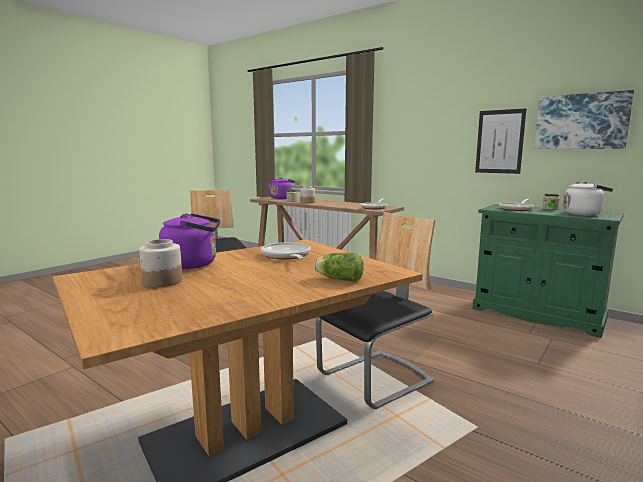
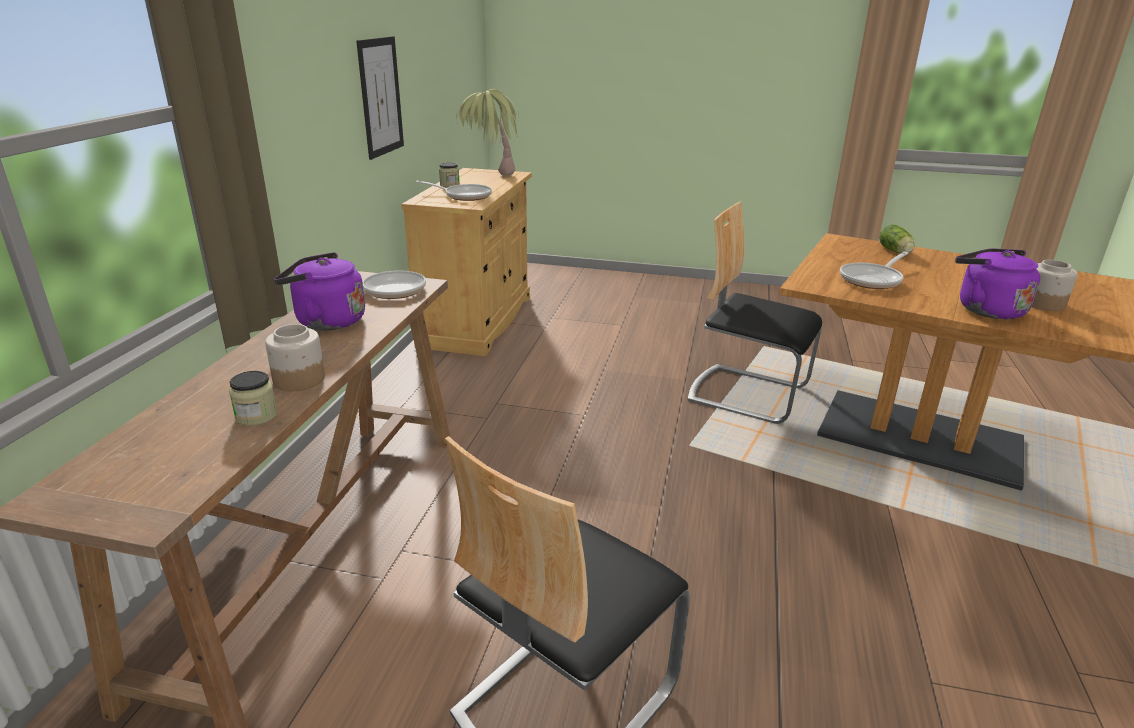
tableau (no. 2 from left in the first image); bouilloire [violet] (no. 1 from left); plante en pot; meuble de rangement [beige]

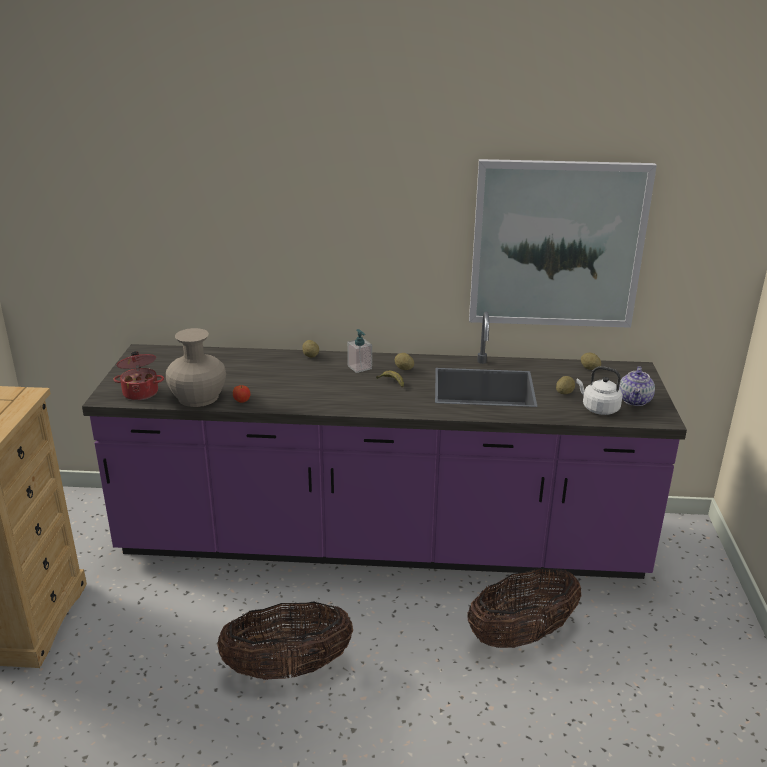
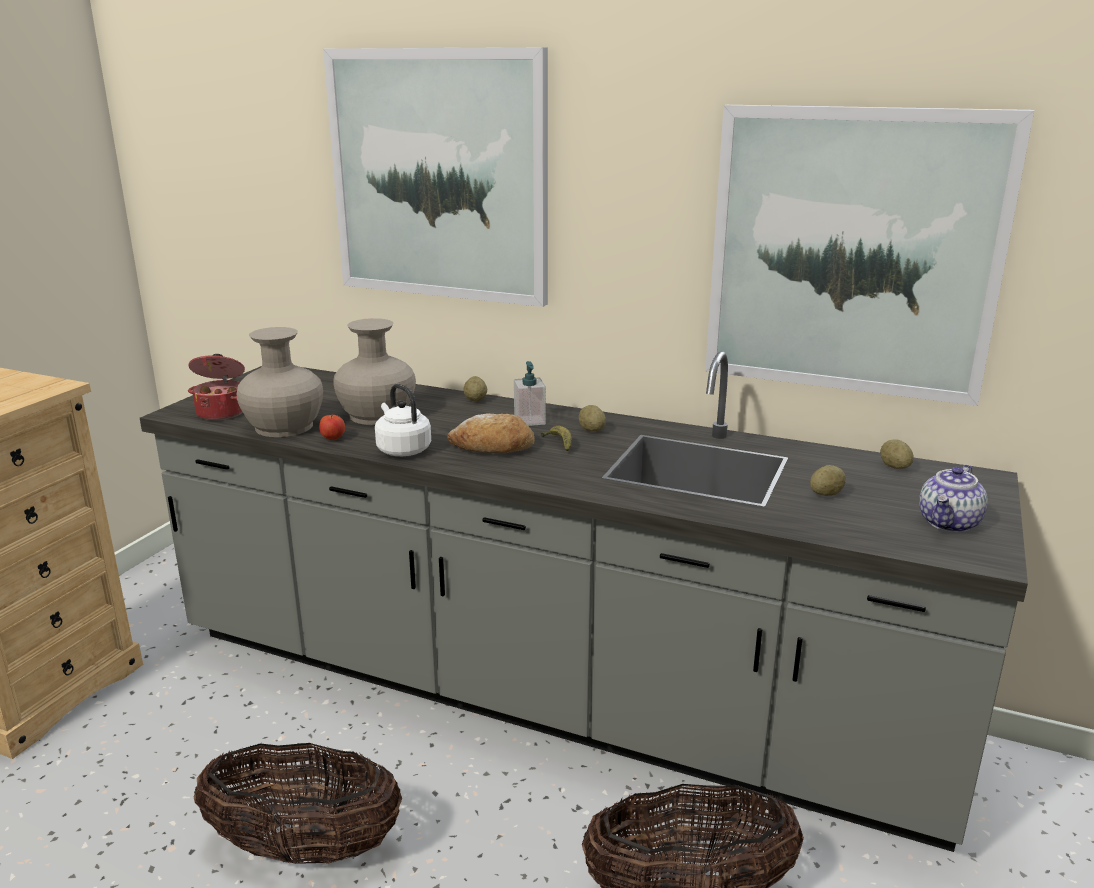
tableau (no. 1 from left); vase [beige] (no. 2 from left); pain; bouilloire [blanc]; comptoir de cuisine [gris]

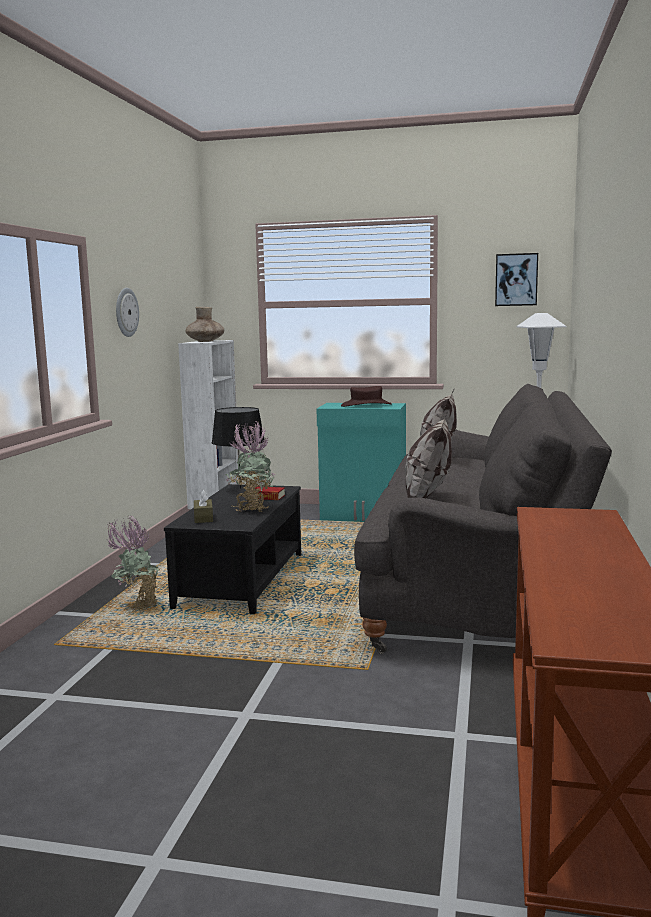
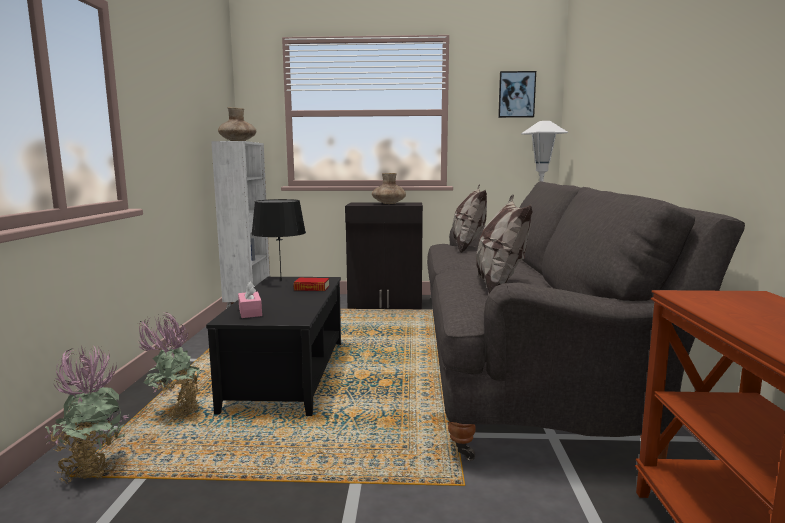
horloge murale; plante en pot (no. 1 from left); vase [marron] (no. 2 from left); boîte à mouchoirs [rose]; meuble de rangement [noir]

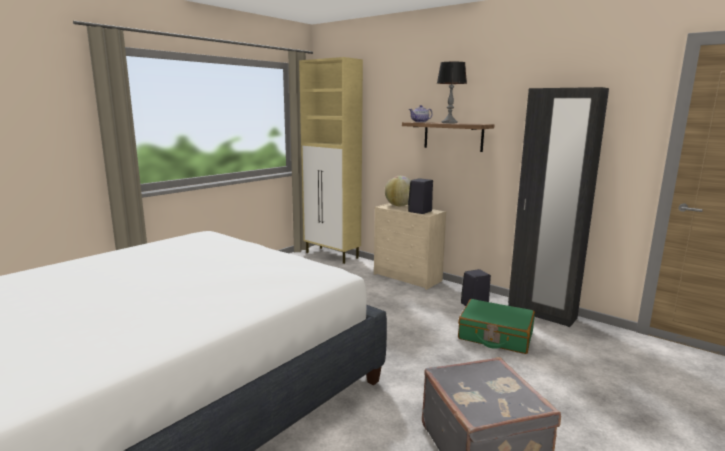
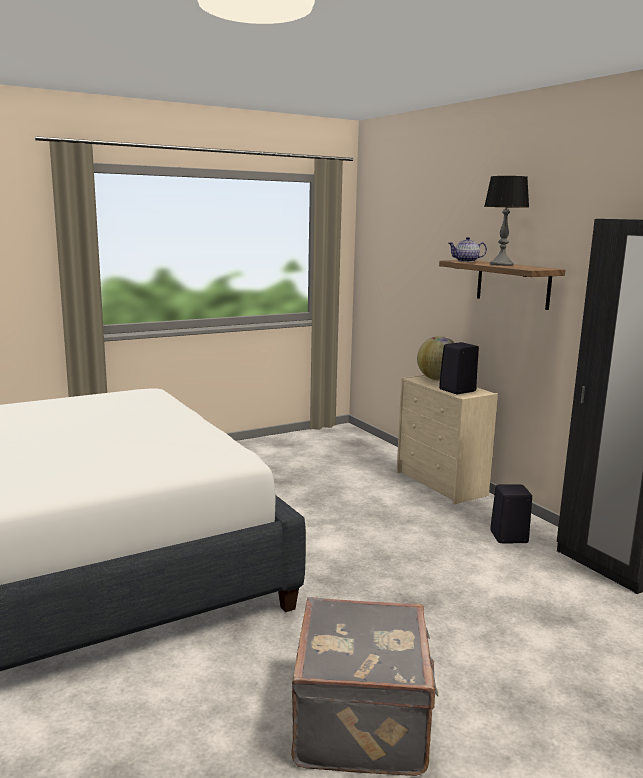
meuble de rangement [beige]; valise [vert]

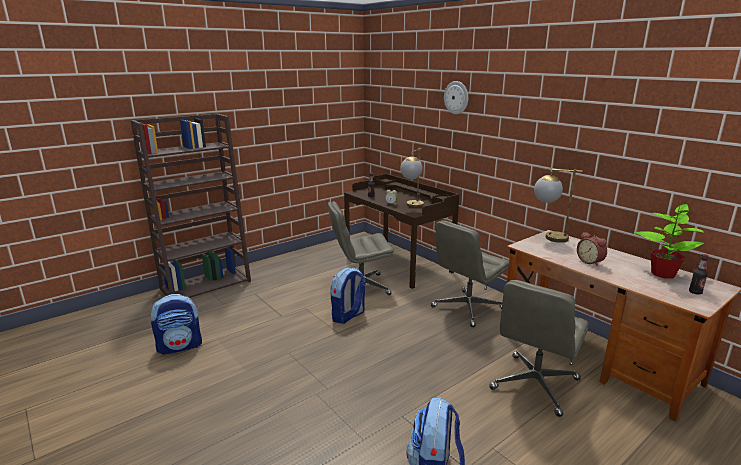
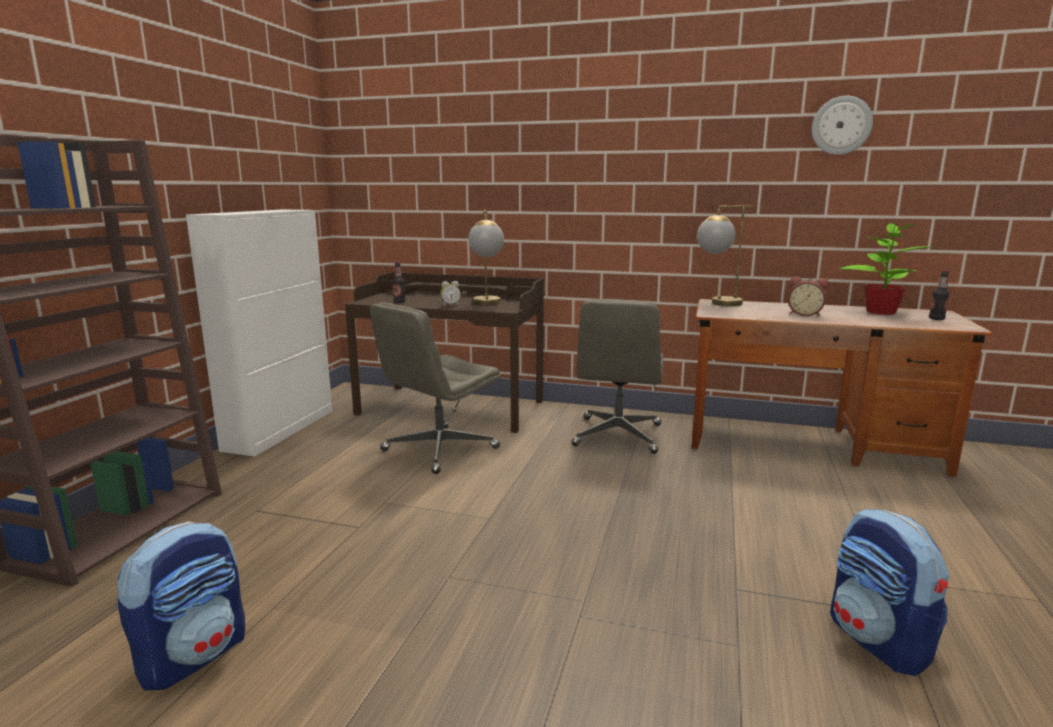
sac à dos (no. 2 from left in the first image); chaise de bureau [gris] (no. 3 from left in the first image); meuble de rangement [blanc]; horloge murale

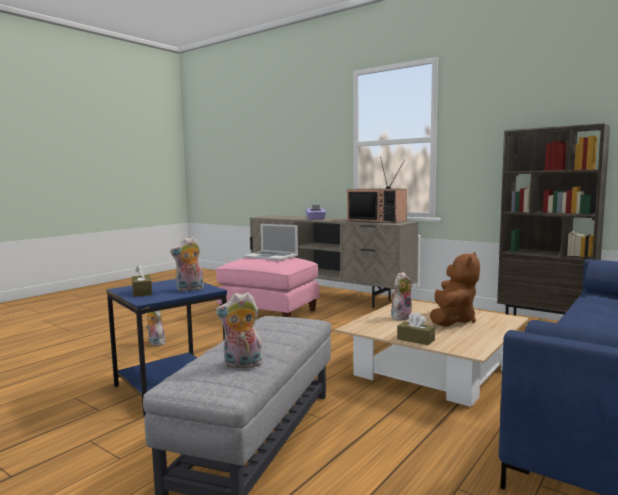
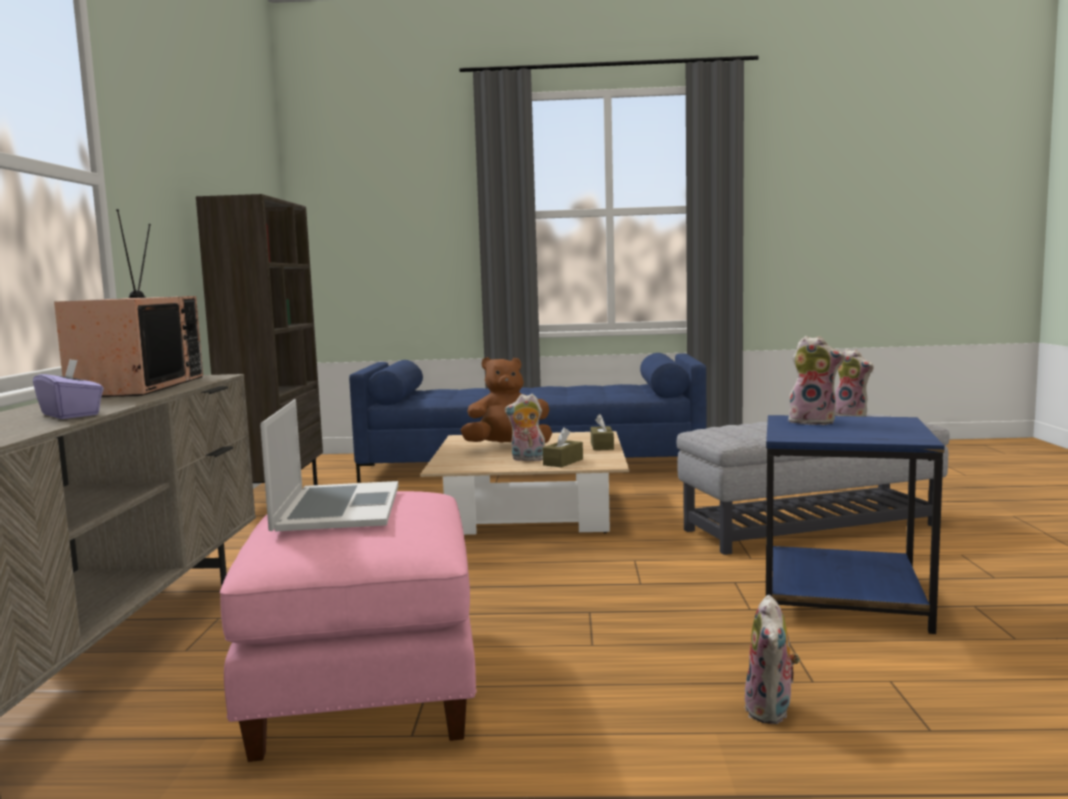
boîte à mouchoirs [marron] (no. 1 from left)

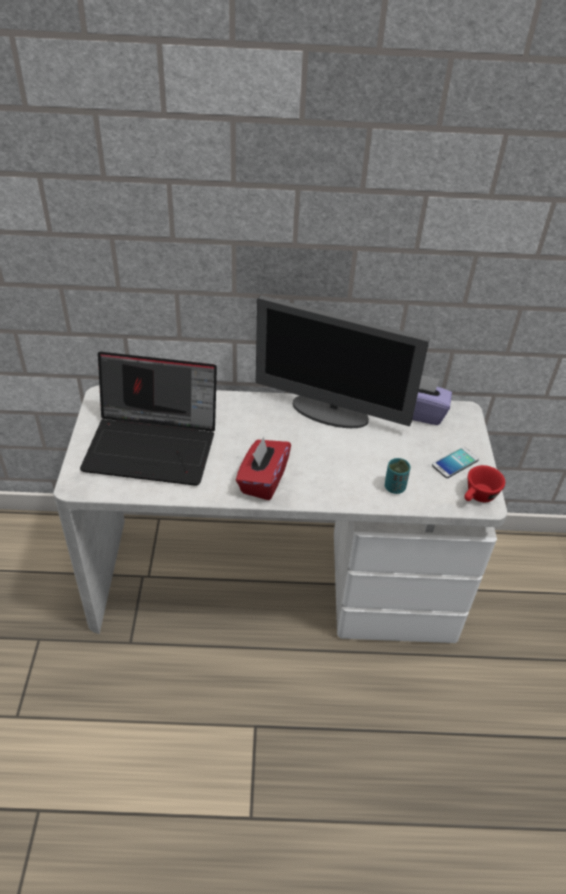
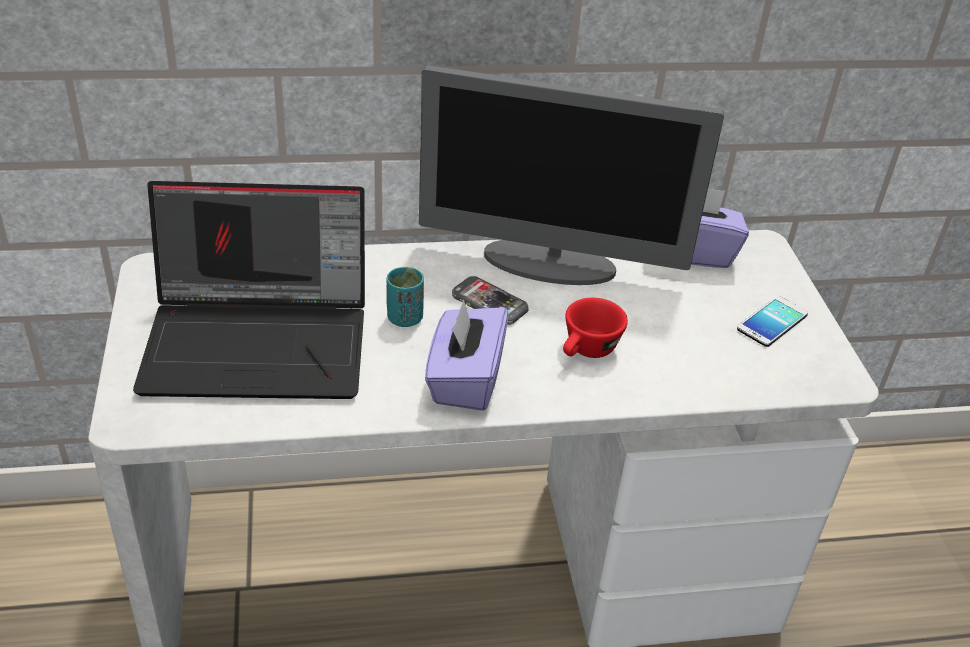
téléphone (no. 1 from left); tasse [turquoise]; tasse [rouge]; boîte à mouchoirs [violet] (no. 1 from left)

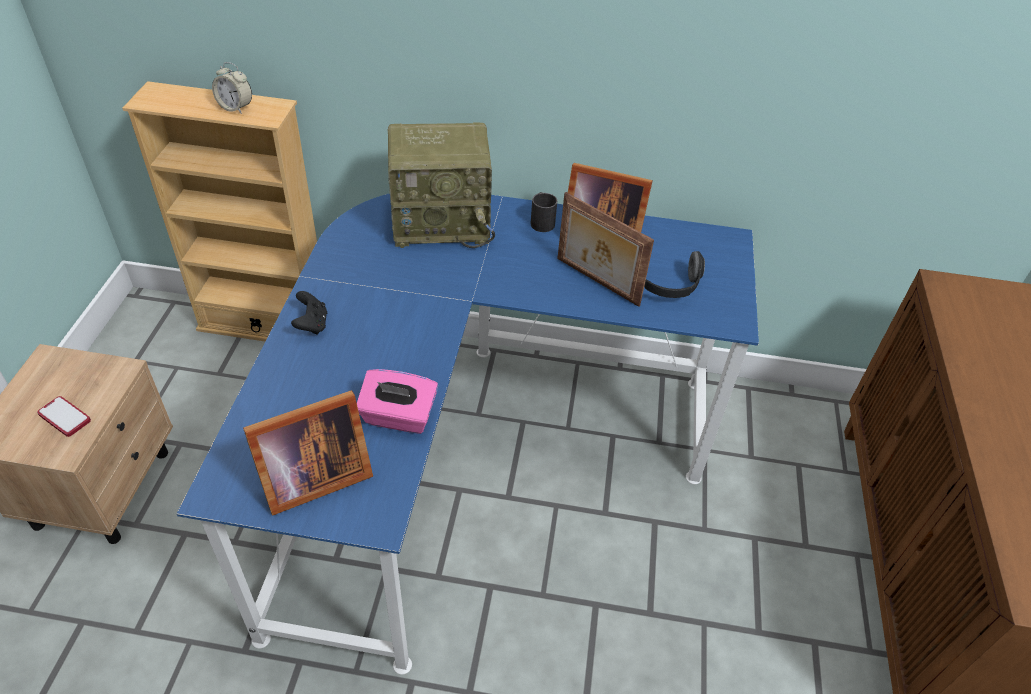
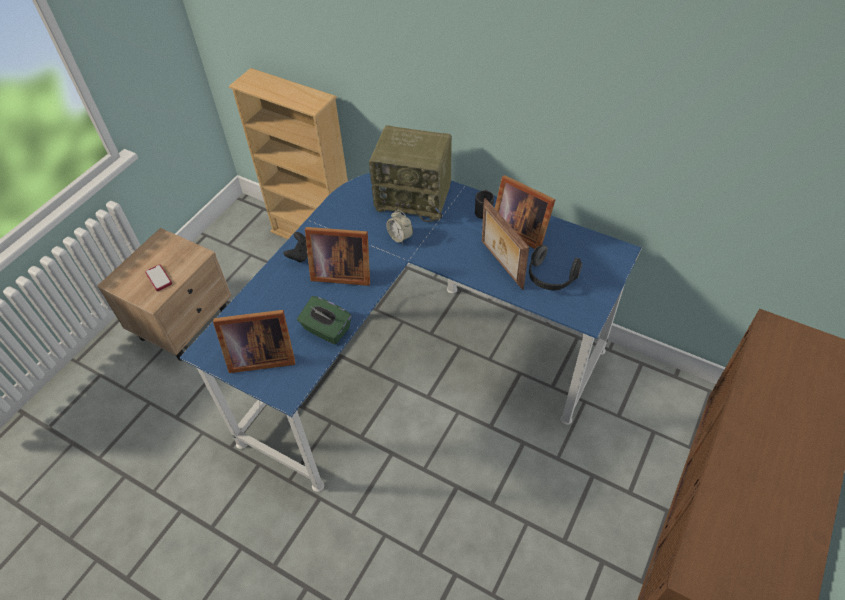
cadre photo (no. 2 from left); réveil; boîte à mouchoirs [vert]

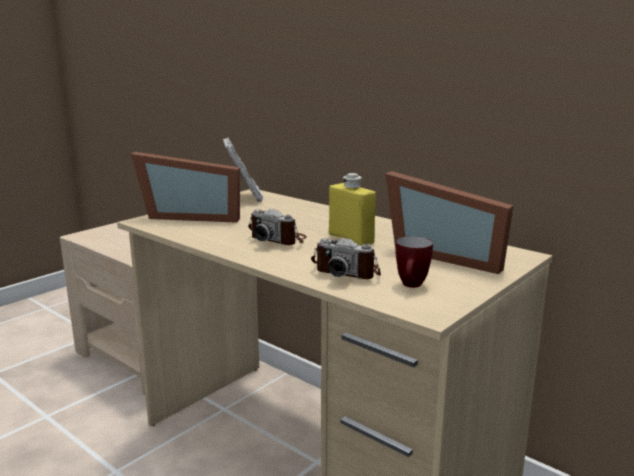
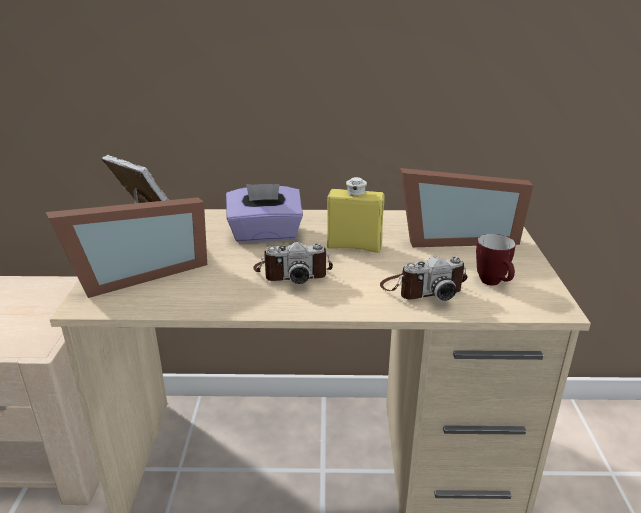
boîte à mouchoirs [violet]

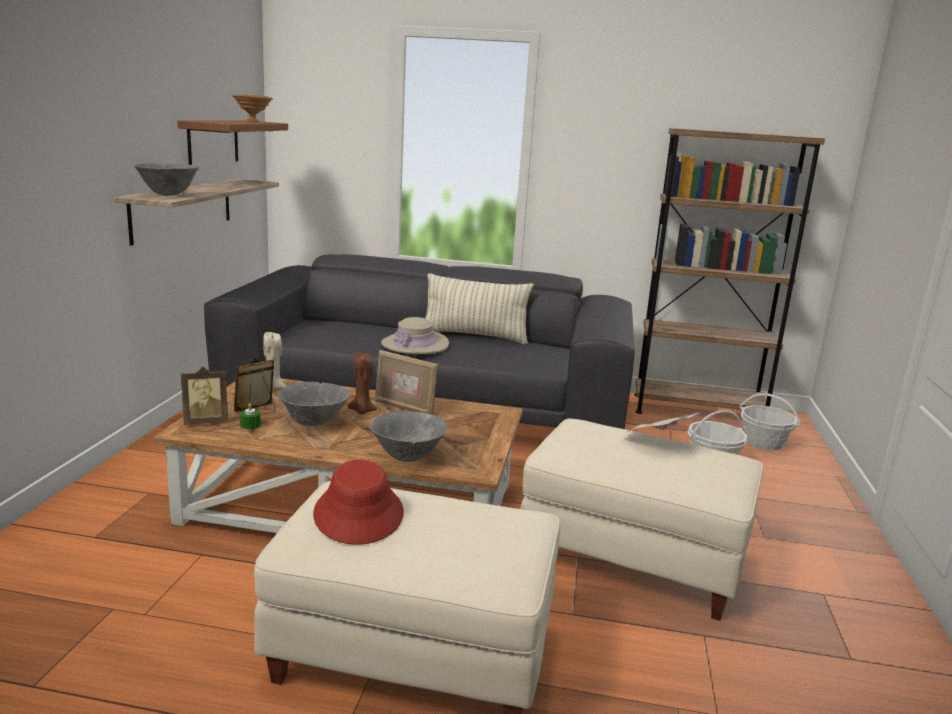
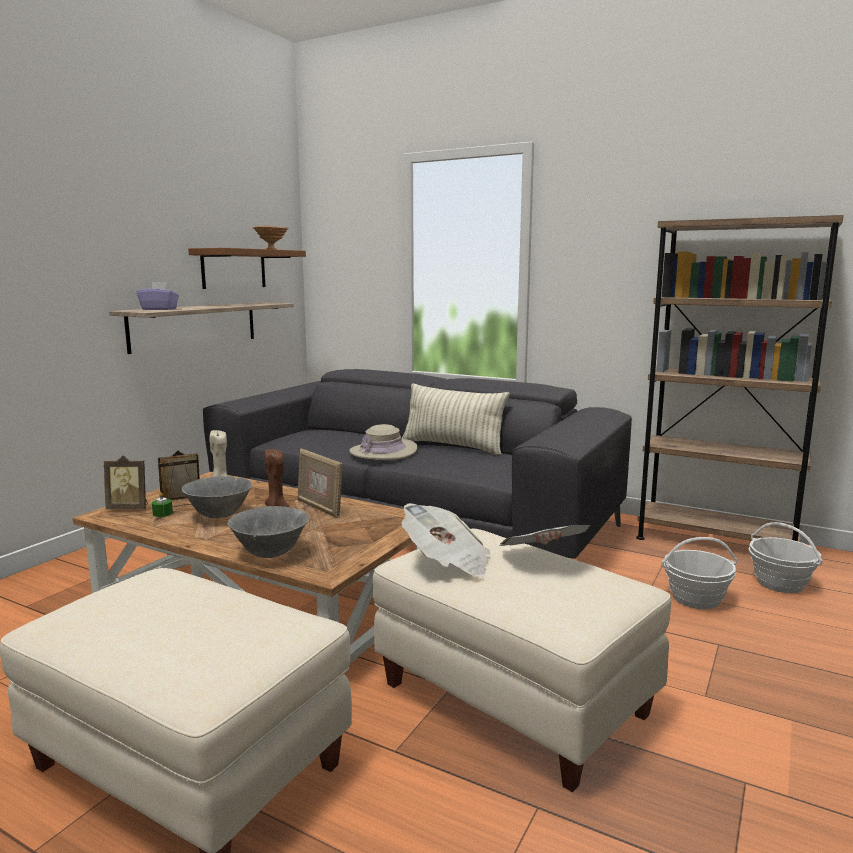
chapeau [rouge]; journal (no. 1 from left); boîte à mouchoirs [violet]

